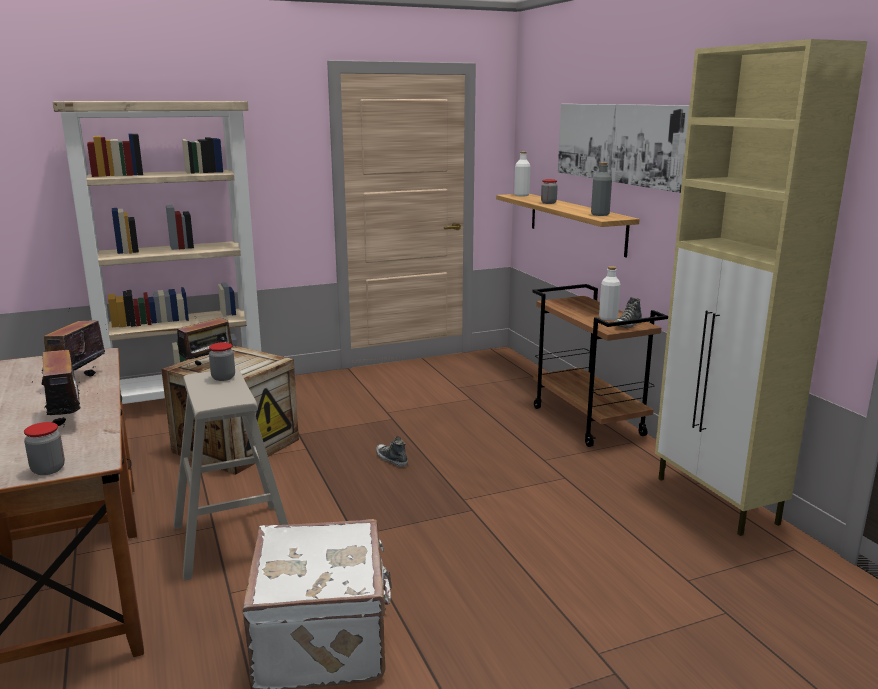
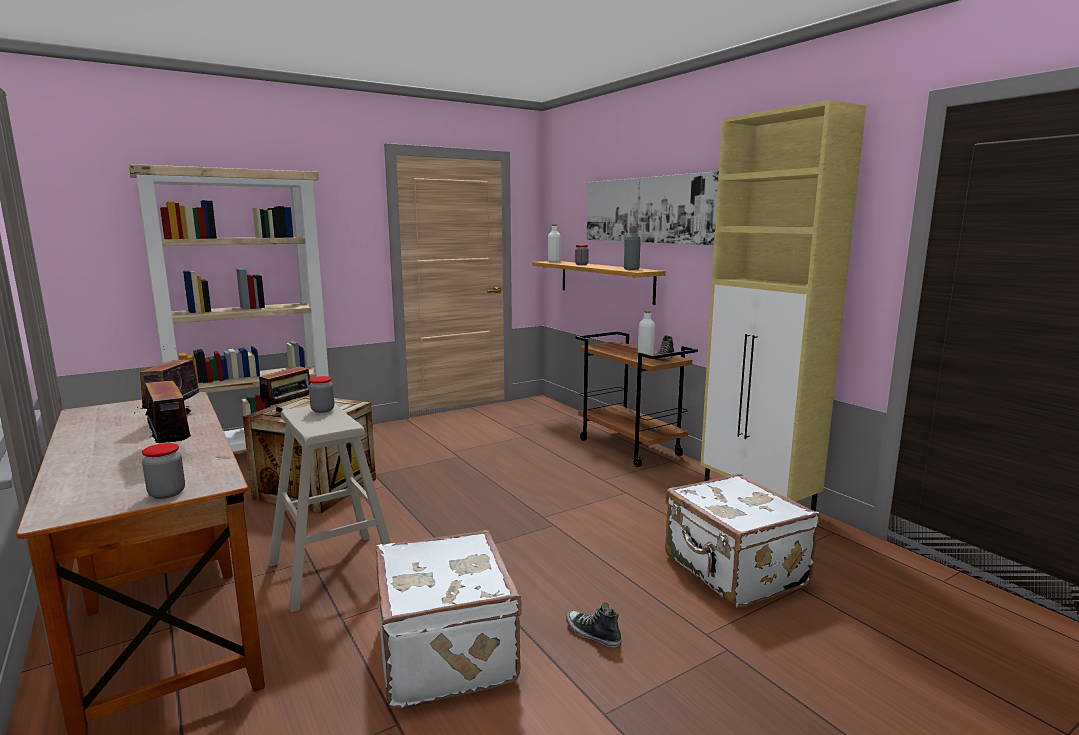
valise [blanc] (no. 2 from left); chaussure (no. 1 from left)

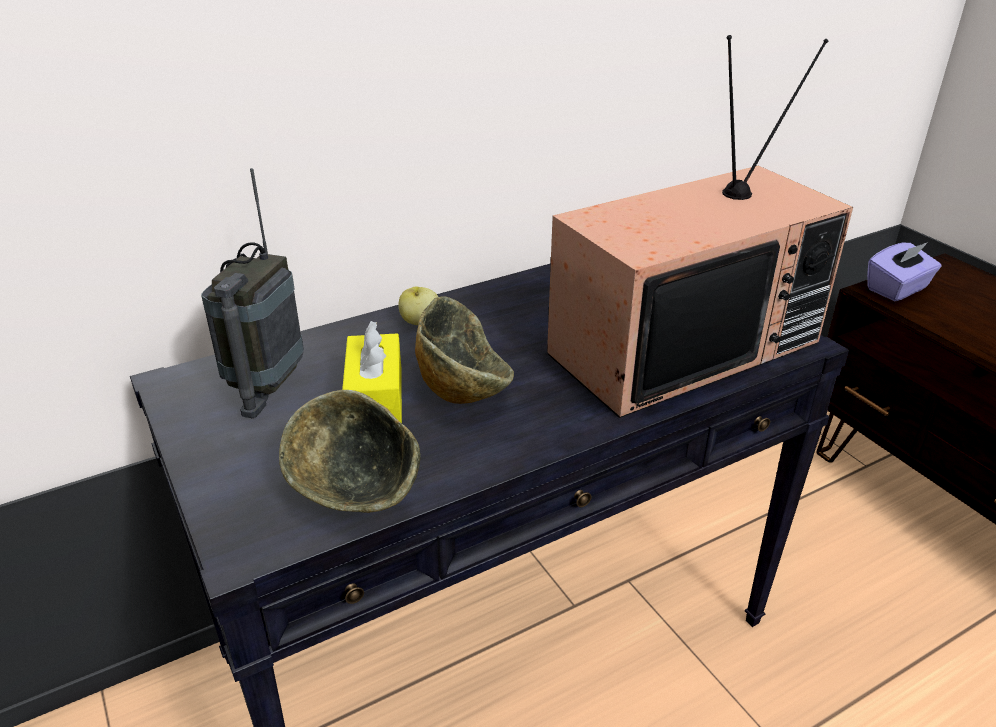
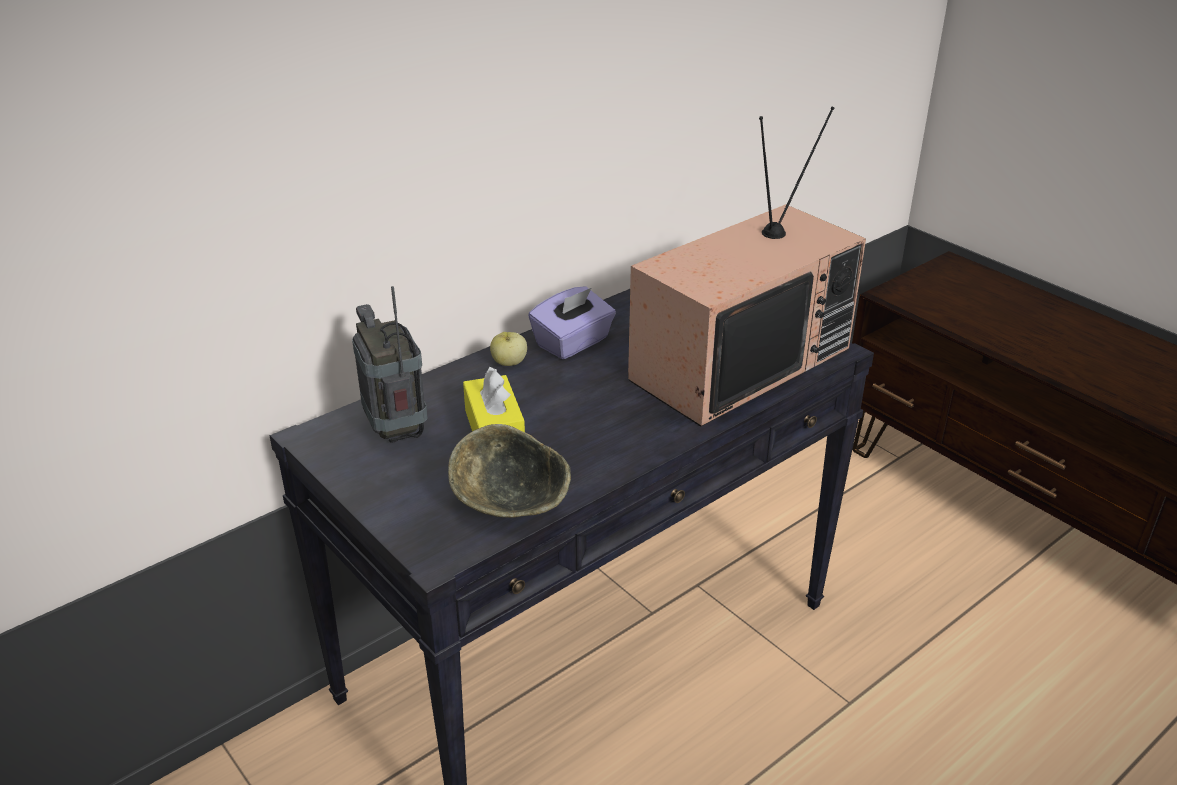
bol (no. 2 from left in the first image); boîte à mouchoirs [violet]; radio

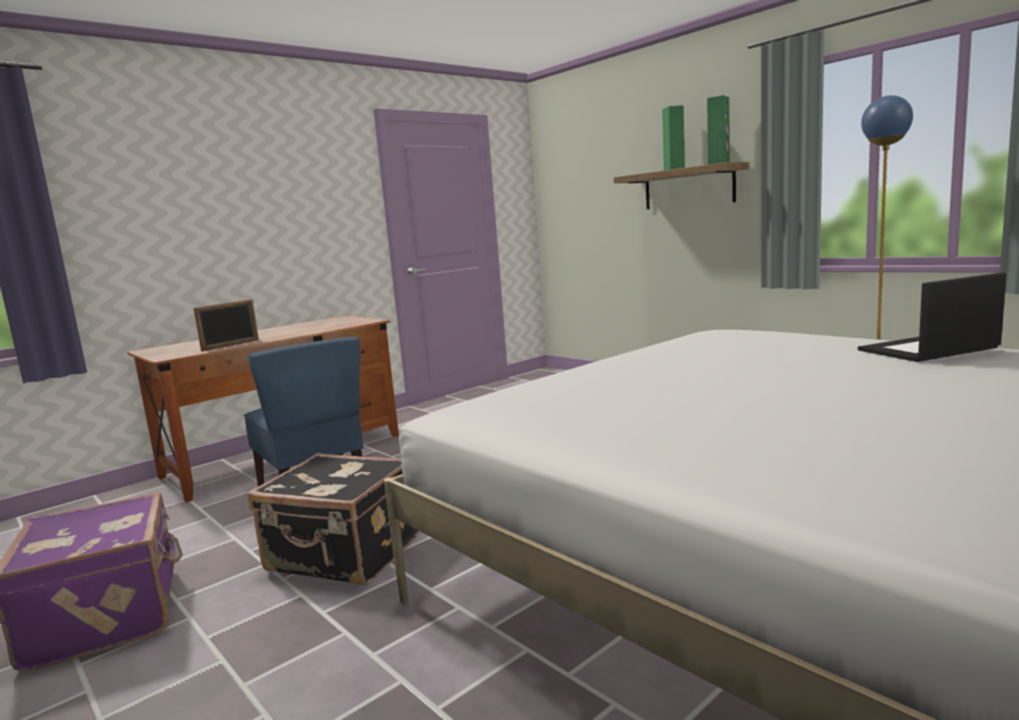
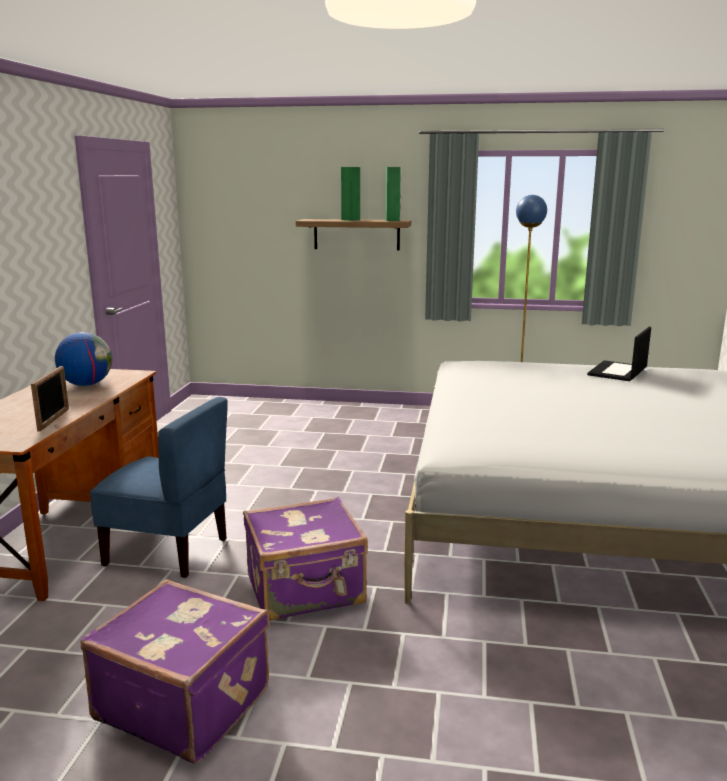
globe; valise [violet] (no. 2 from left)

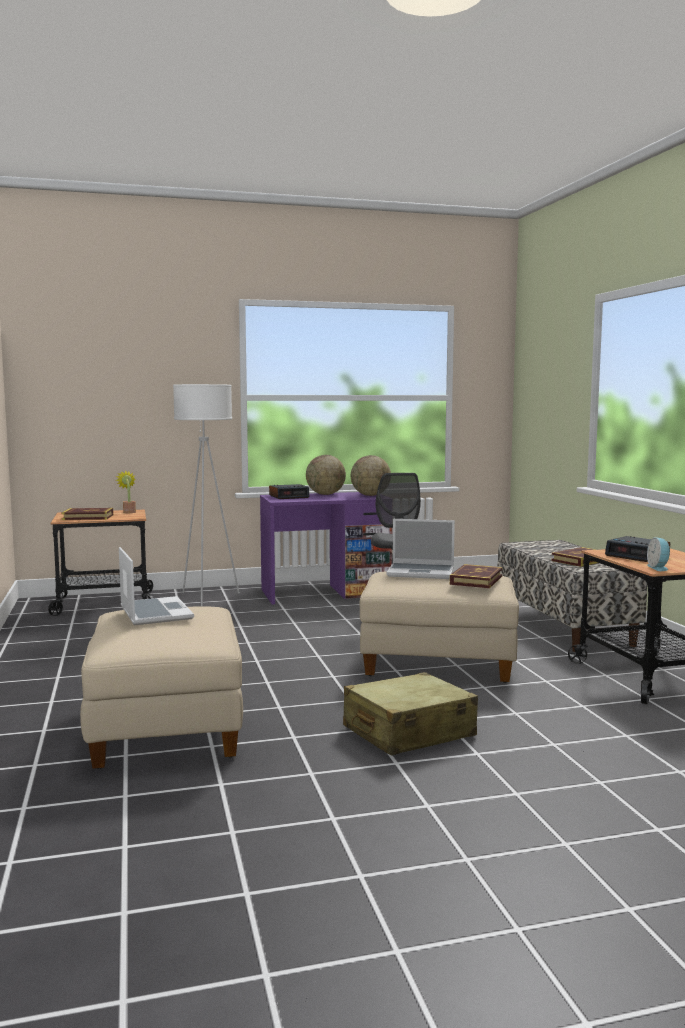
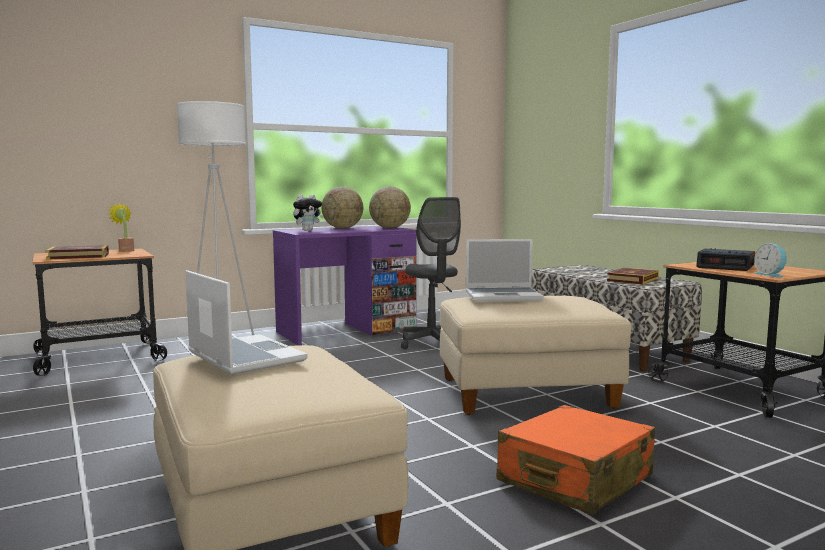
livre (no. 2 from left in the first image); peluche; valise [orange]

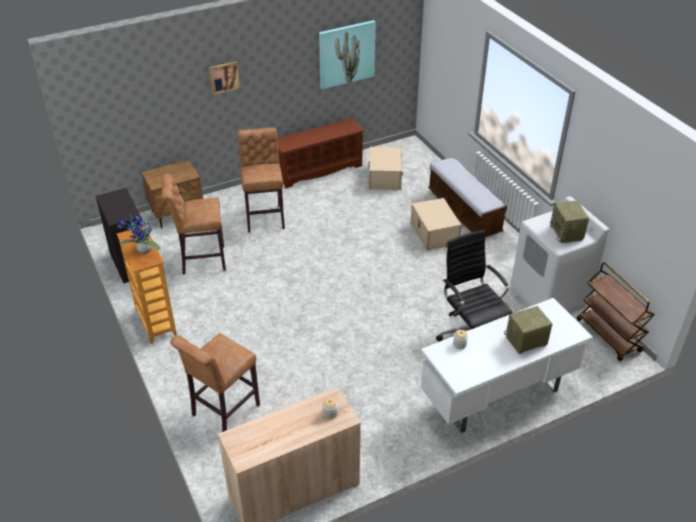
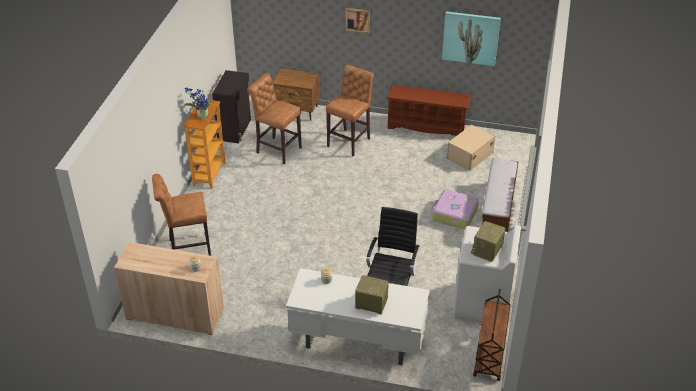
valise

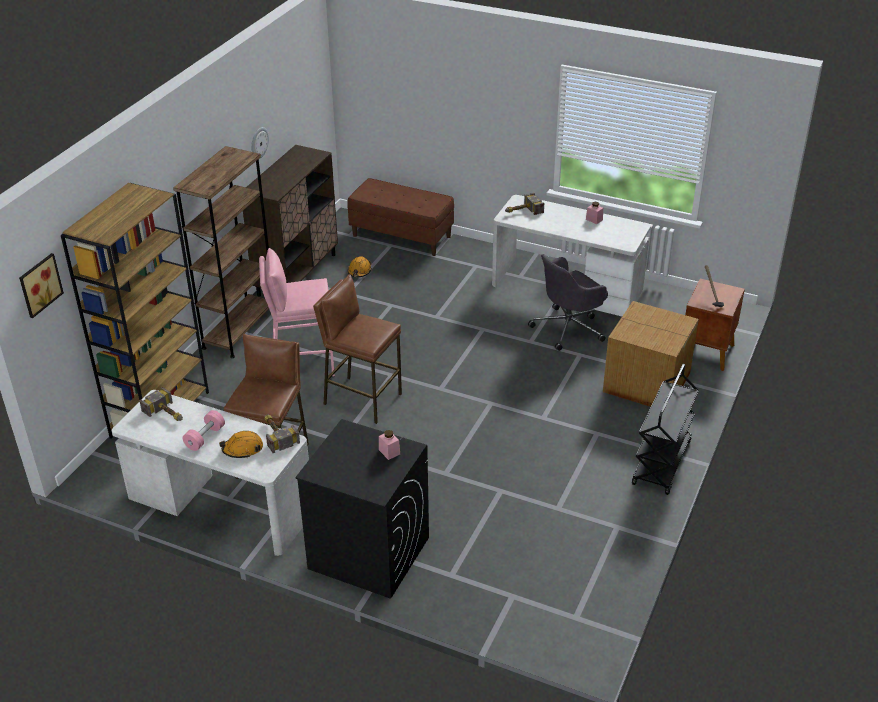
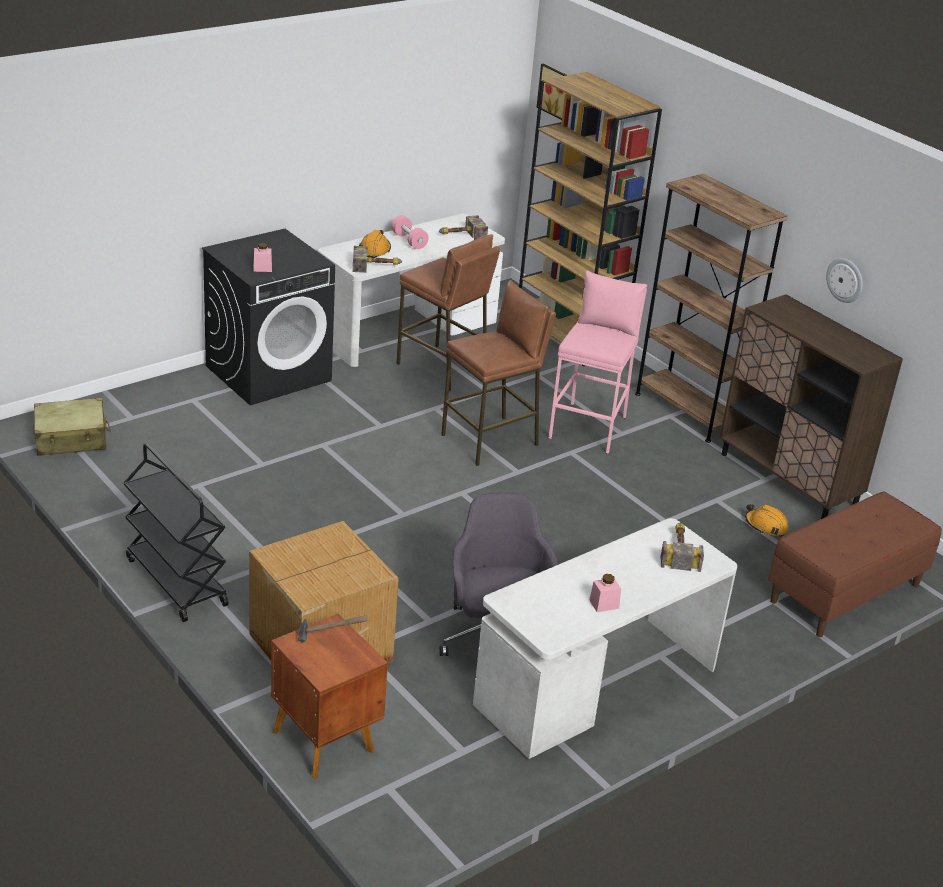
valise [beige]

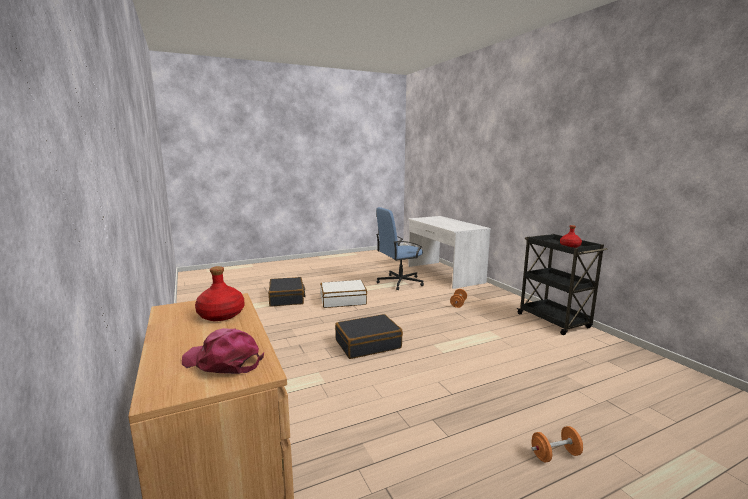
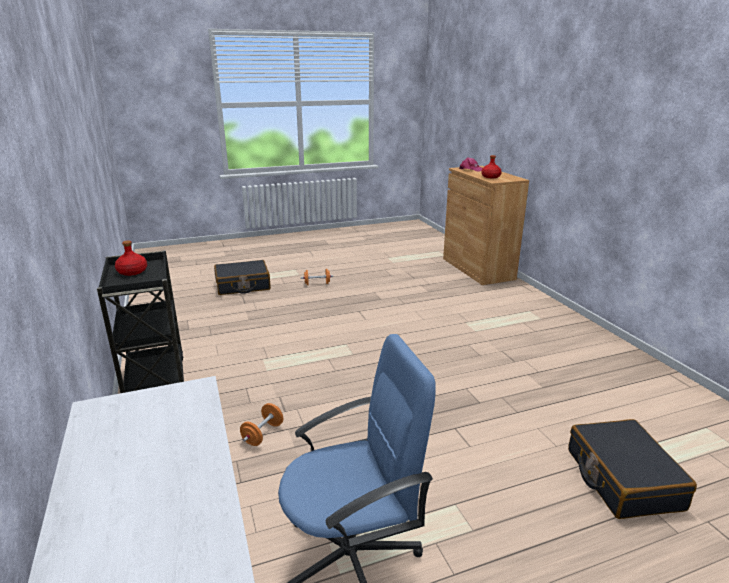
valise [blanc]; valise [noir] (no. 1 from left)

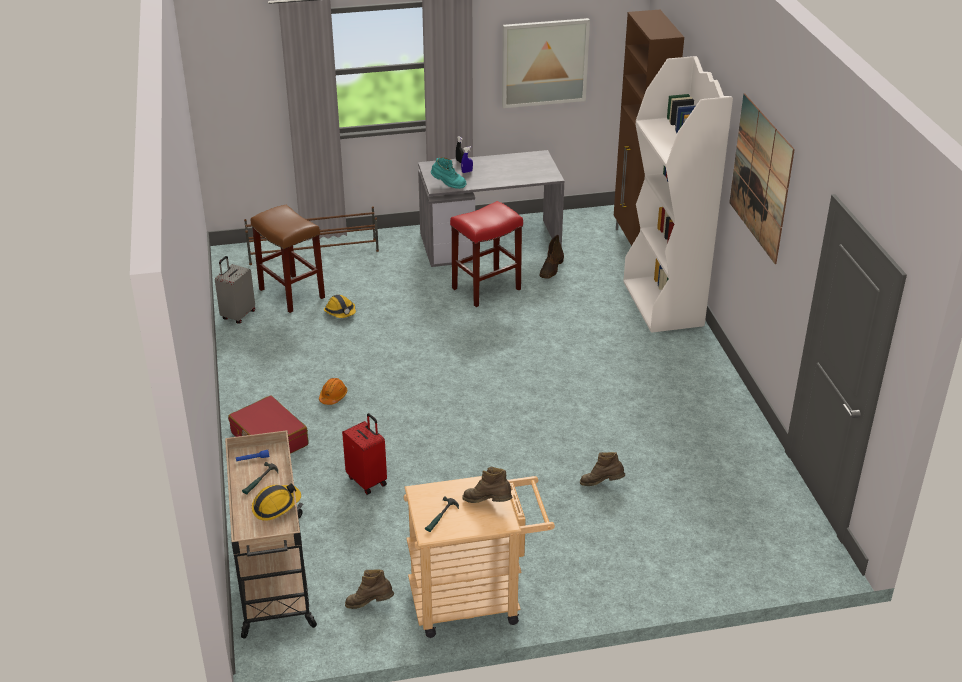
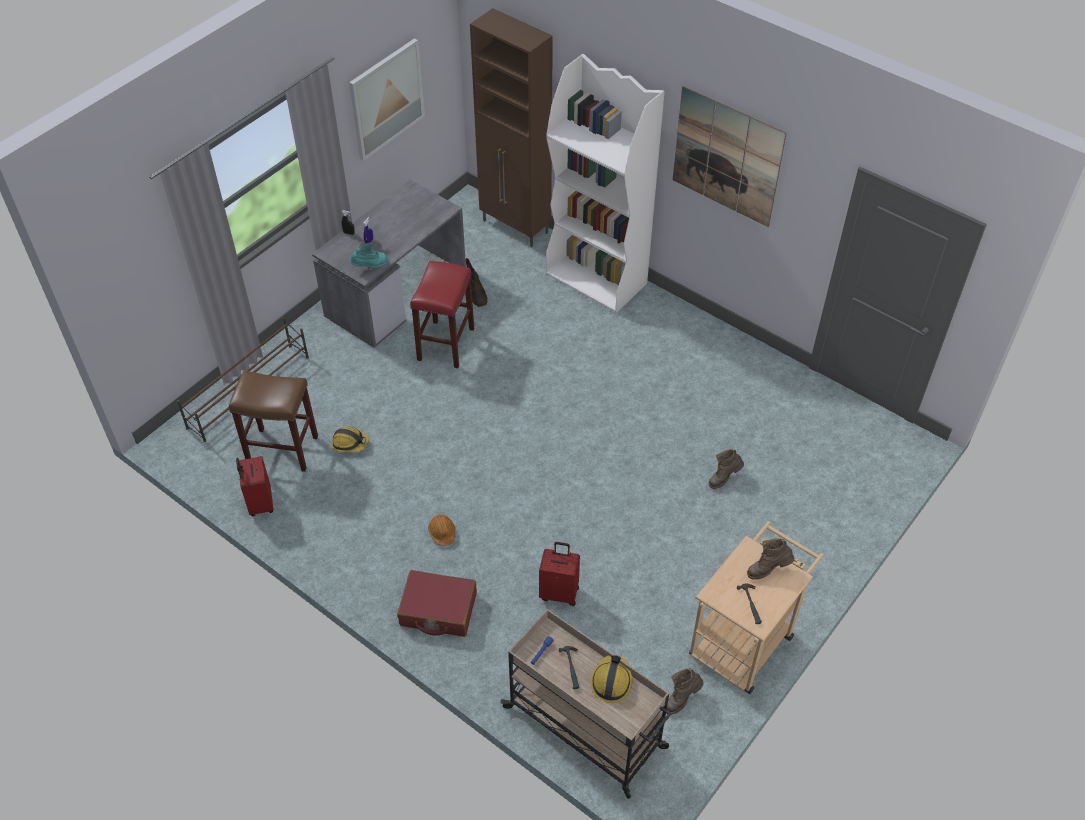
valise [rouge] (no. 1 from left)

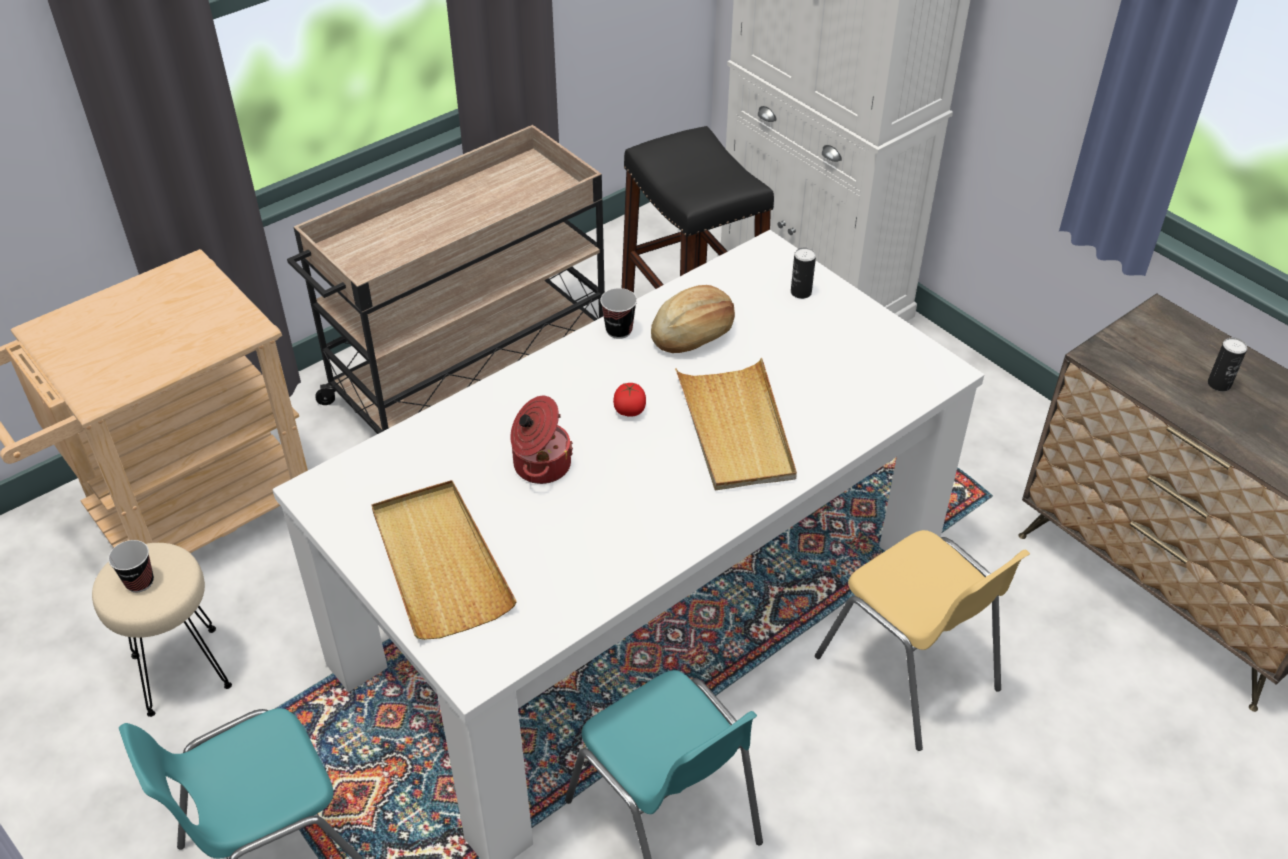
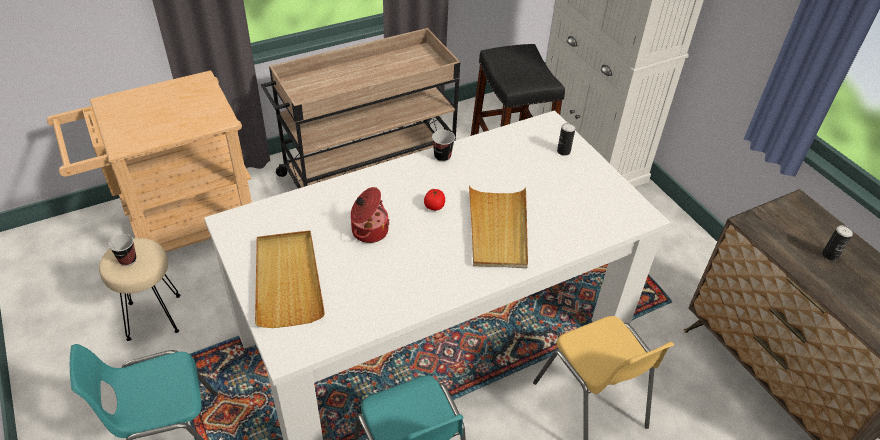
pain

